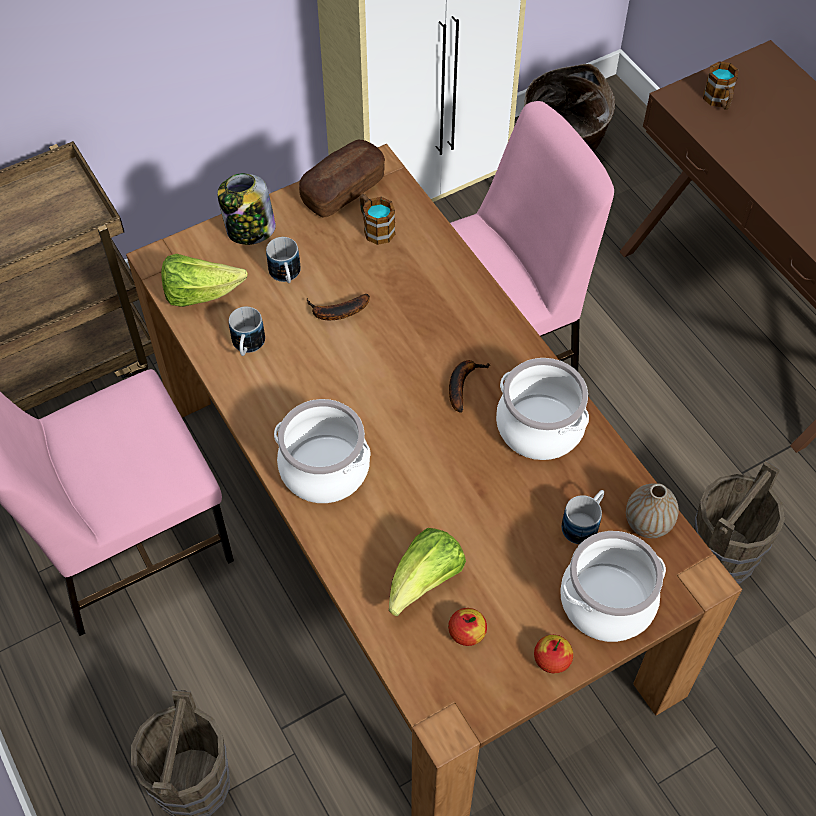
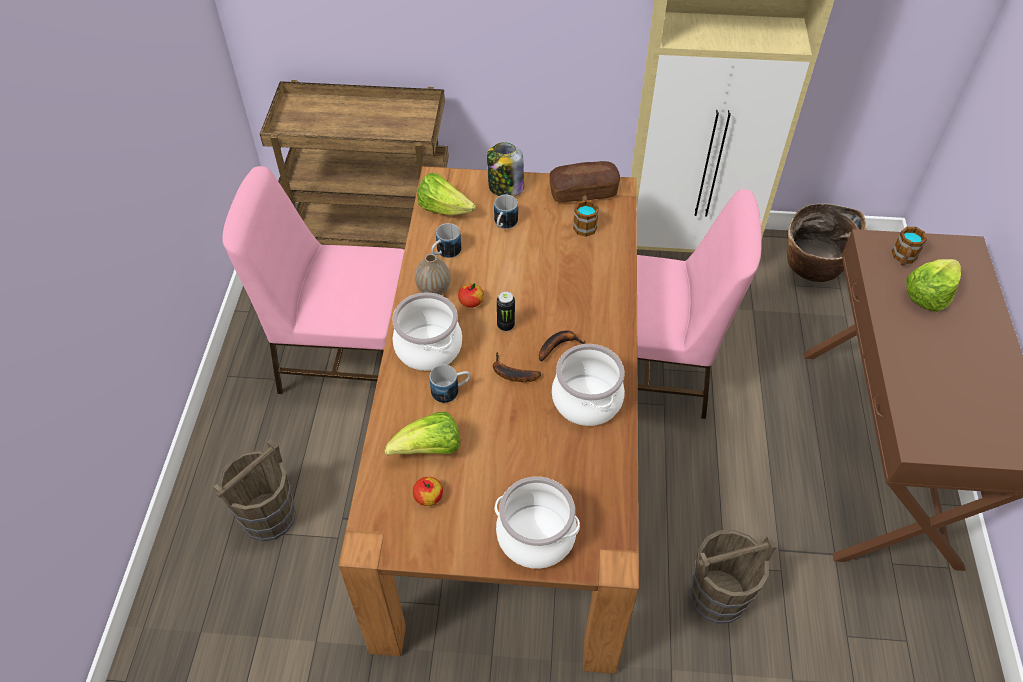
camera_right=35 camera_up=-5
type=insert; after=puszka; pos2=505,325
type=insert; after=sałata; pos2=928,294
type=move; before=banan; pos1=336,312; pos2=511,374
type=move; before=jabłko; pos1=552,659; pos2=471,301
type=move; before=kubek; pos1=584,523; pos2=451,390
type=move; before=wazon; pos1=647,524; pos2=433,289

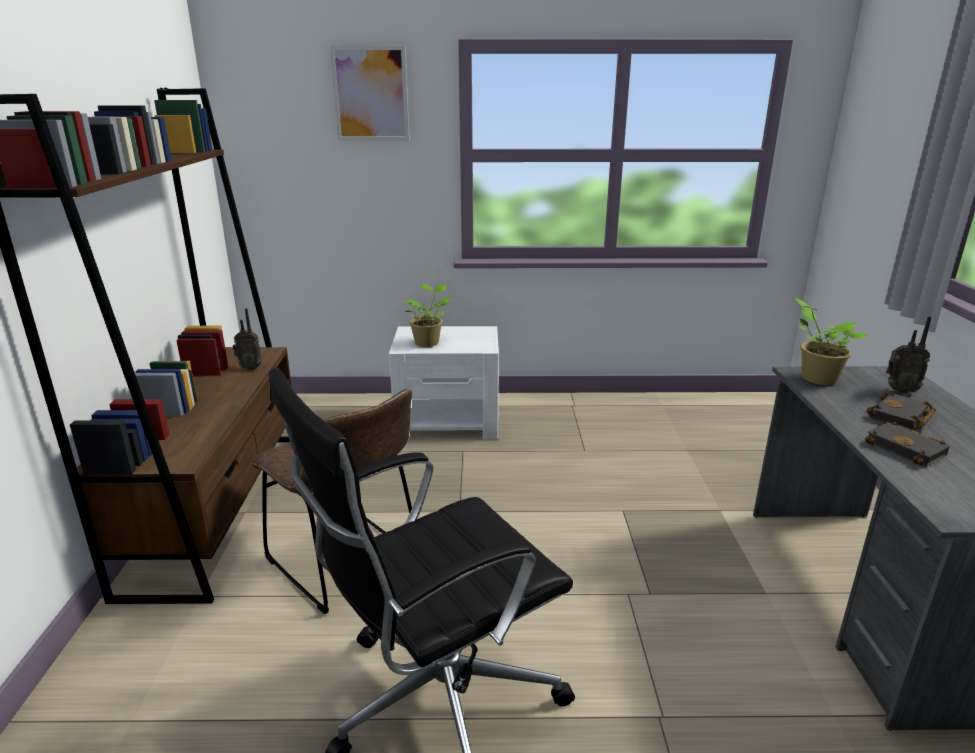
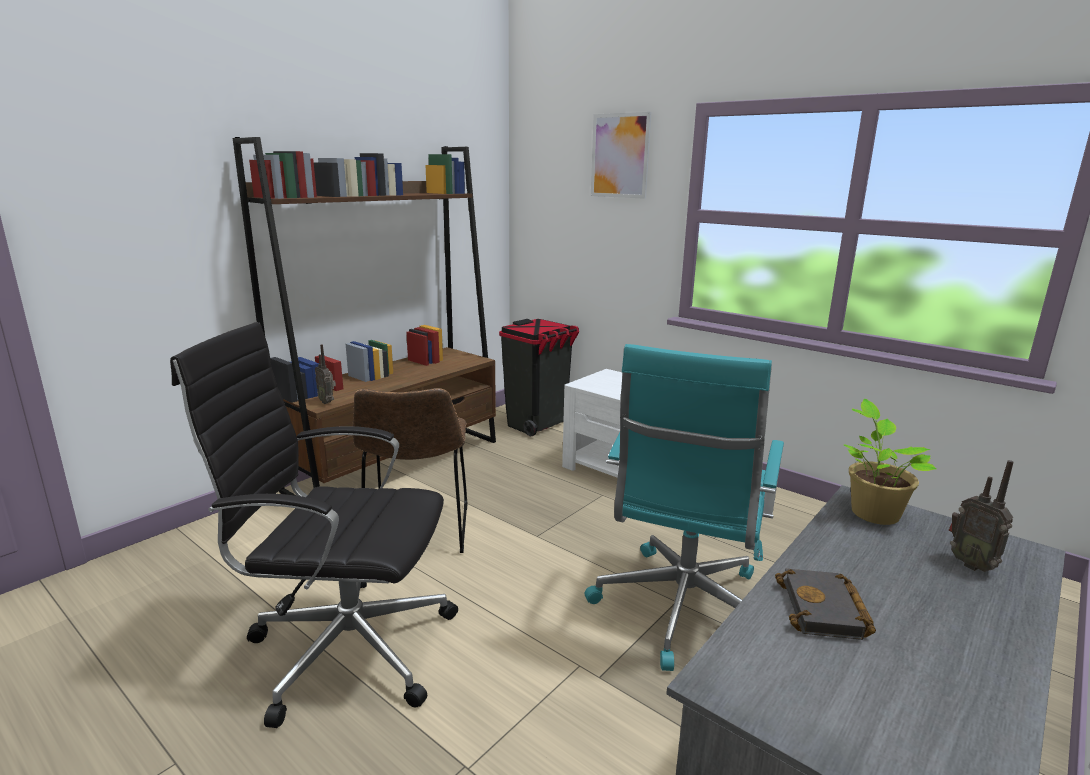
camera_right=40 camera_up=-5
type=delete; before=roślina doniczkowa; pos1=428,342
type=delete; before=książka/czarny; pos1=901,417
type=insert; after=kosz na śmieci/czarny; pos2=538,424
type=insert; after=krzesło biurowe/turkusowy; pos2=681,610
type=move; before=radio; pos1=250,368; pos2=327,402

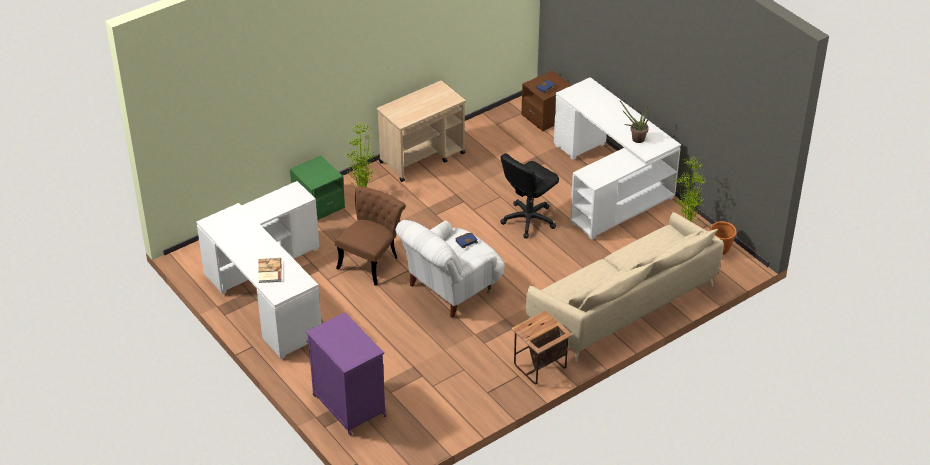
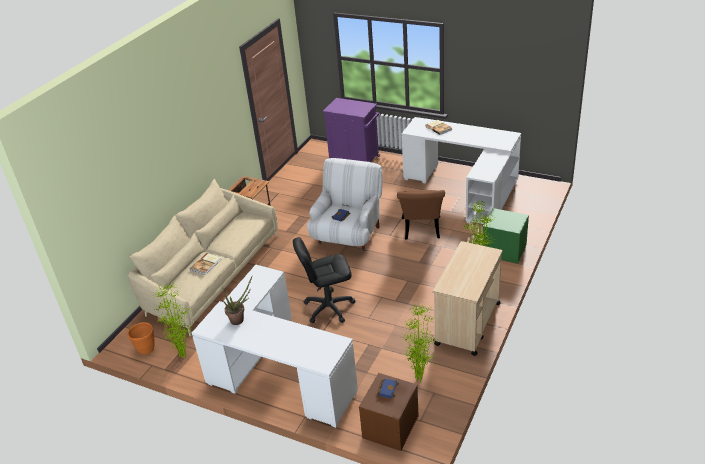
camera_right=155 camera_up=-5
type=insert; after=książka; pos2=206,264
type=insert; after=roślina doniczkowa; pos2=420,379
type=rotate; before=krzesło biurowe/czarny; pos1=528,220; pos2=329,307; turn=-120

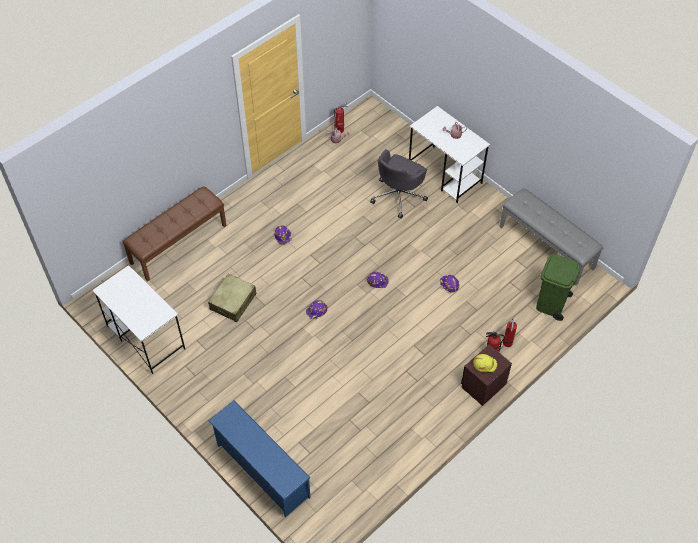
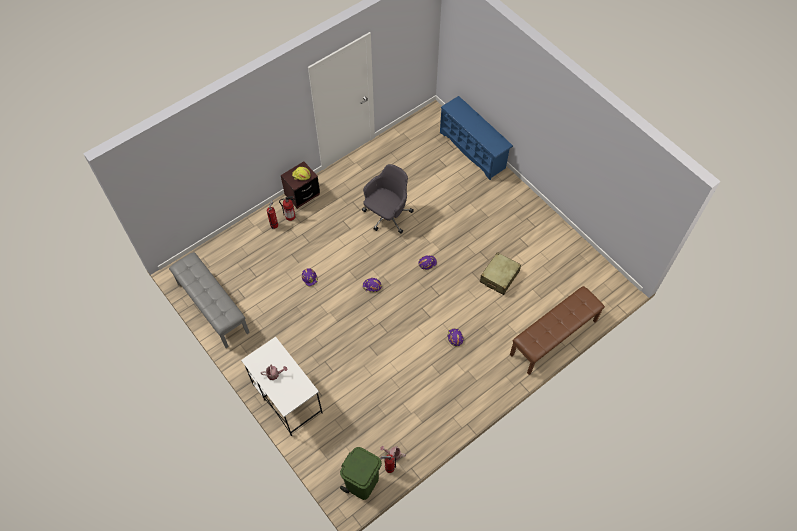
camera_right=-175 camera_up=5
type=delete; before=biurko/biały; pos1=145,337
type=move; before=krzesło biurowe/szary; pos1=398,196; pos2=387,216
type=move; before=kosz na śmieci/zielony; pos1=551,304; pos2=362,482

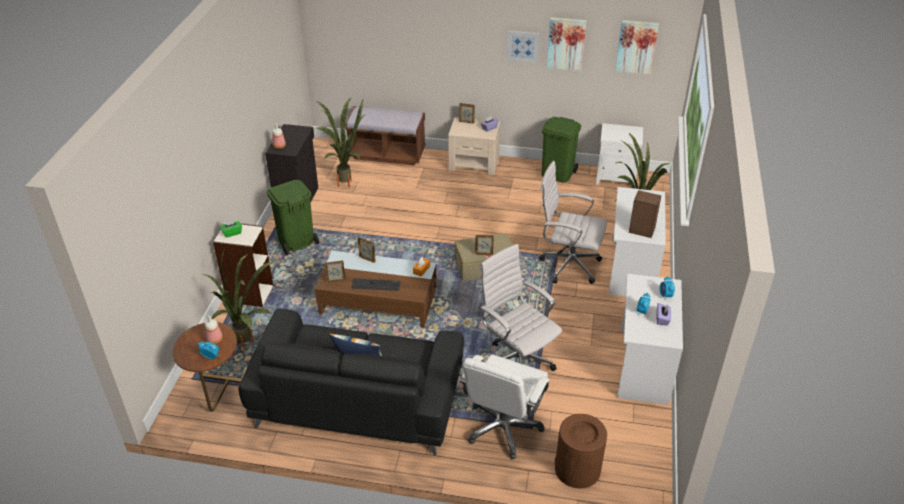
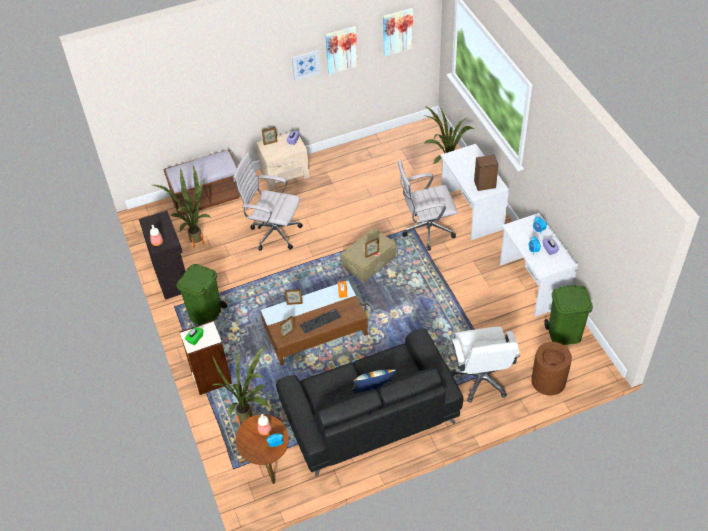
camera_right=-30 camera_up=10
type=delete; before=szafka nocna/biały; pos1=616,177
type=move; before=krzesło biurowe/biały; pos1=516,361; pos2=273,233
type=move; before=kosz na śmieci/zielony; pos1=557,174; pos2=564,334

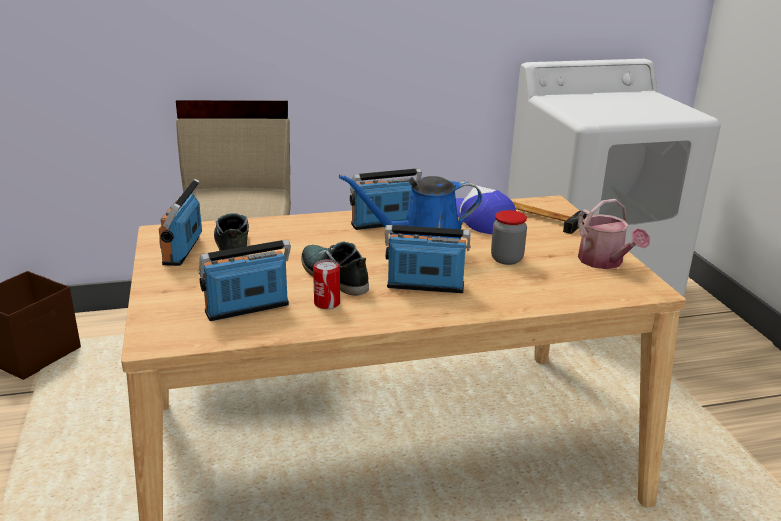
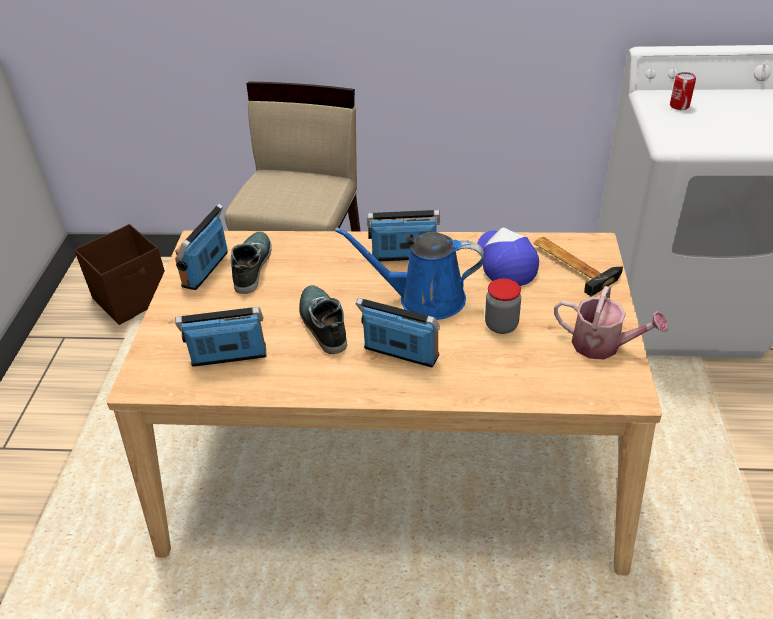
camera_right=20 camera_up=15
type=move; before=puszka; pos1=327,303; pos2=679,106
type=rotate; before=konewka; pos1=604,262; pos2=603,345; turn=-60

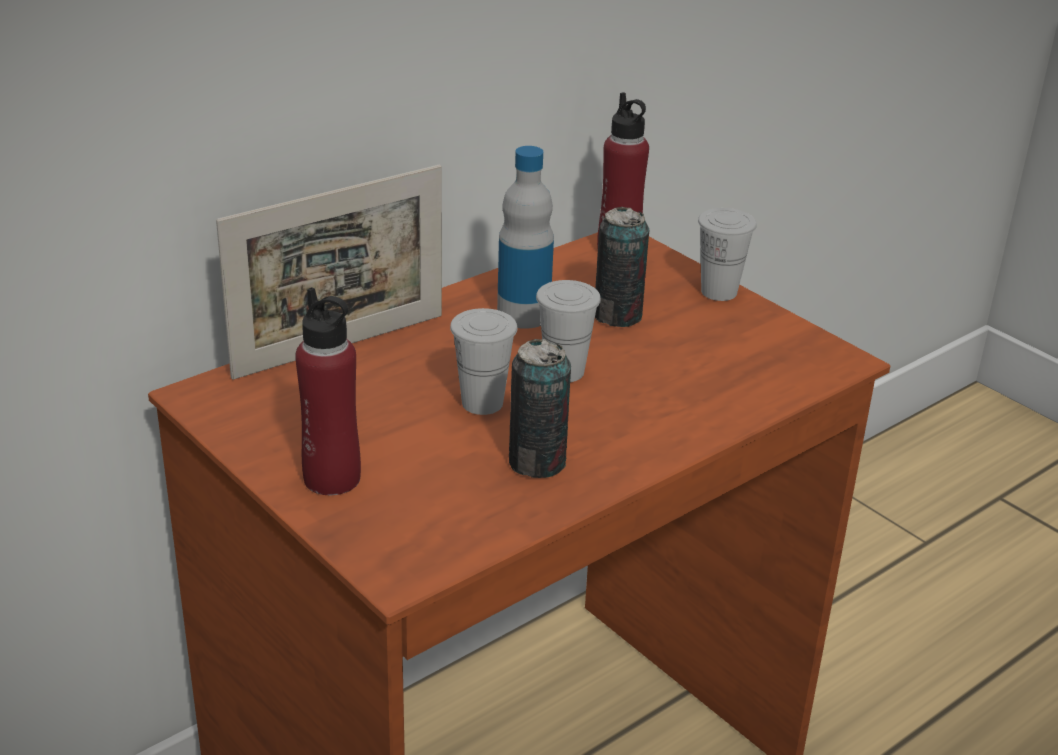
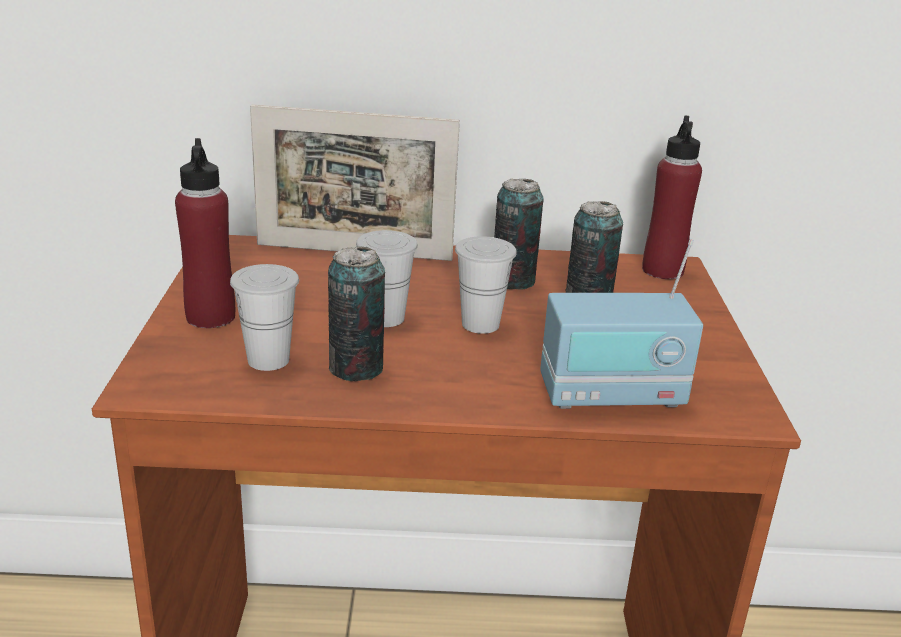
camera_right=40 camera_up=-5
type=insert; after=radio; pos2=611,395
type=move; before=filiżanka/biały; pos1=719,292; pos2=268,360
type=replace; before=butelka; after=puszka; pos1=523,315; pos2=513,281

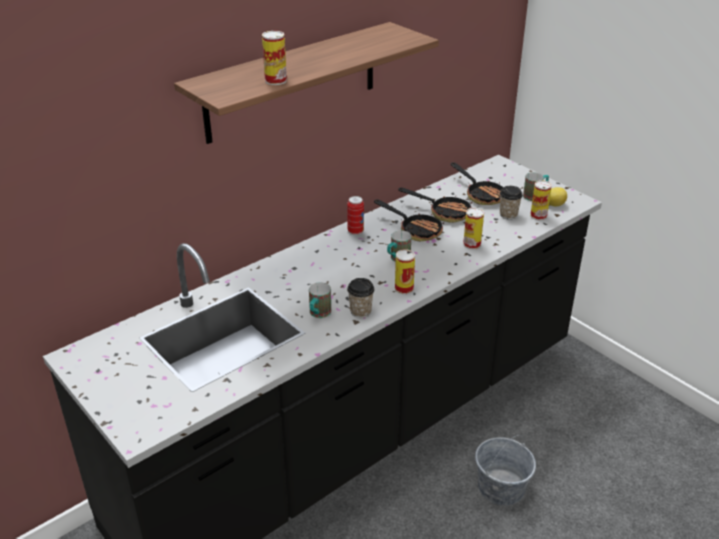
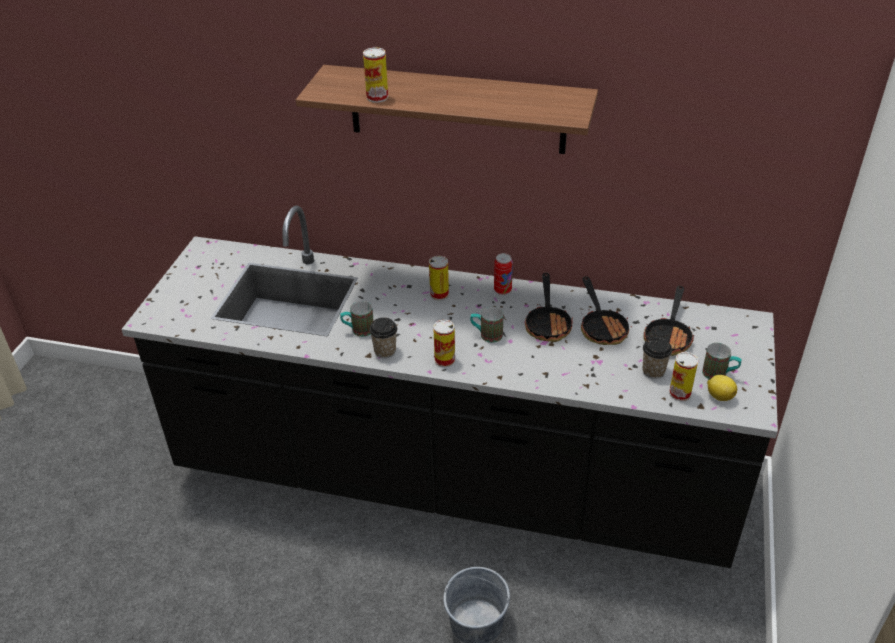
camera_right=55 camera_up=5
type=move; before=puszka; pos1=472,244; pos2=439,294

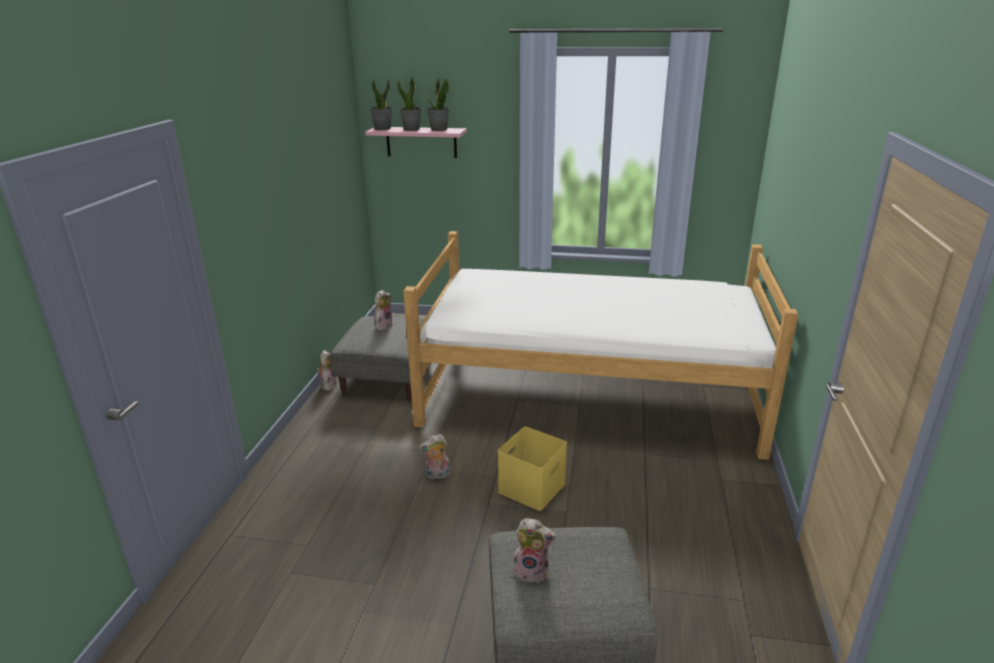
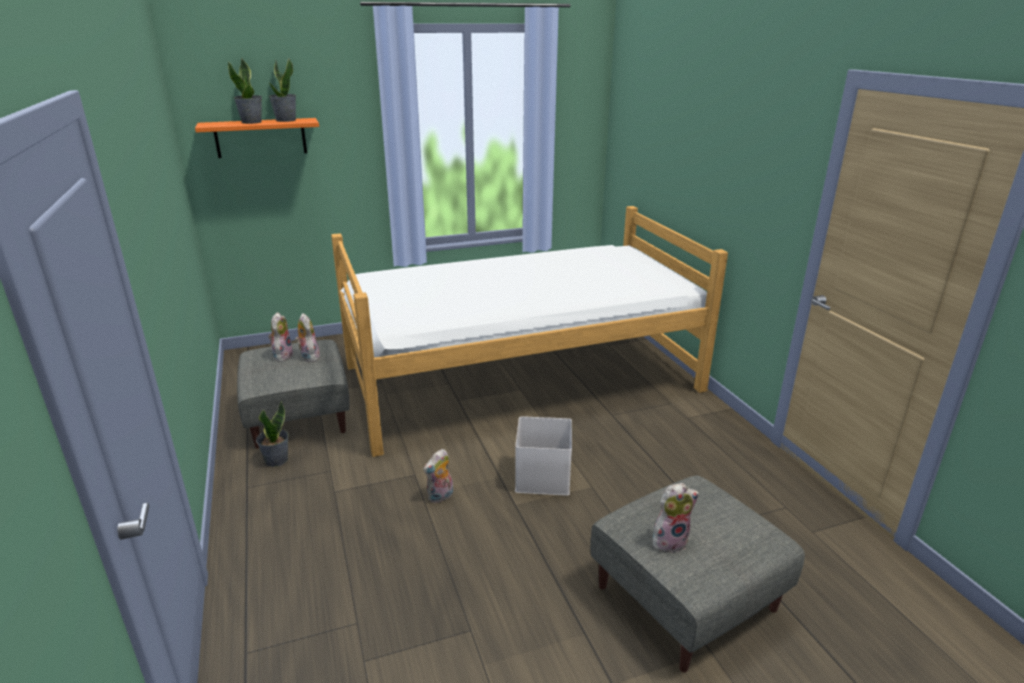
camera_right=-30 camera_up=0
type=move; before=pluszak; pos1=328,385; pos2=308,357
type=move; before=roślina doniczkowa; pos1=382,129; pos2=276,460
type=recolor; before=półka/różowy; after=półka/pomarańczowy; pos1=421,142; pos2=260,137
type=recolor; before=pojemnik do przechowywania/żółty; after=pojemnik do przechowywania/biały; pos1=532,488; pos2=544,477

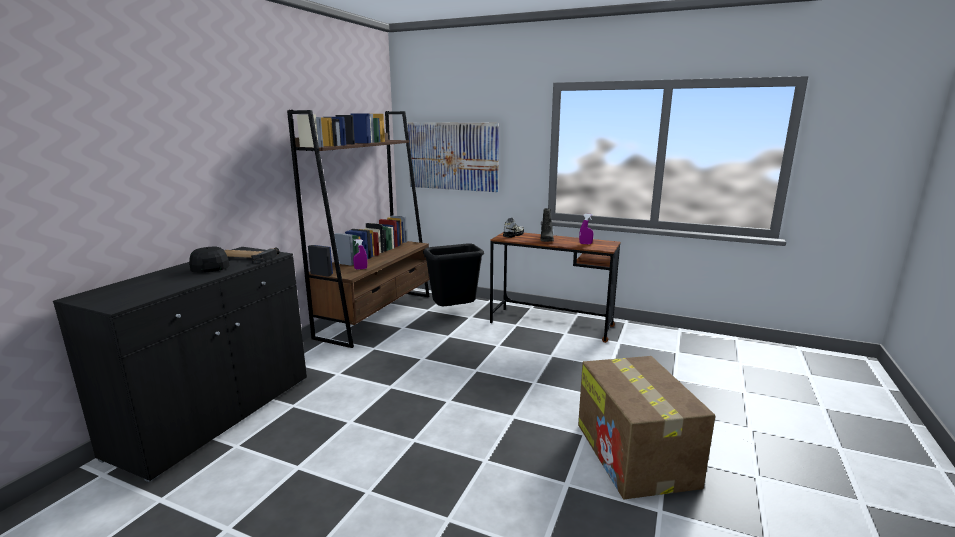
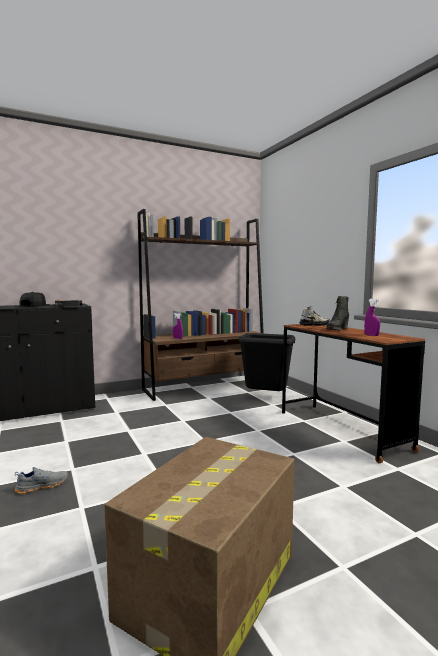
camera_right=40 camera_up=-10
type=delete; before=obraz; pos1=452,156
type=insert; after=but/szary; pos2=42,486

